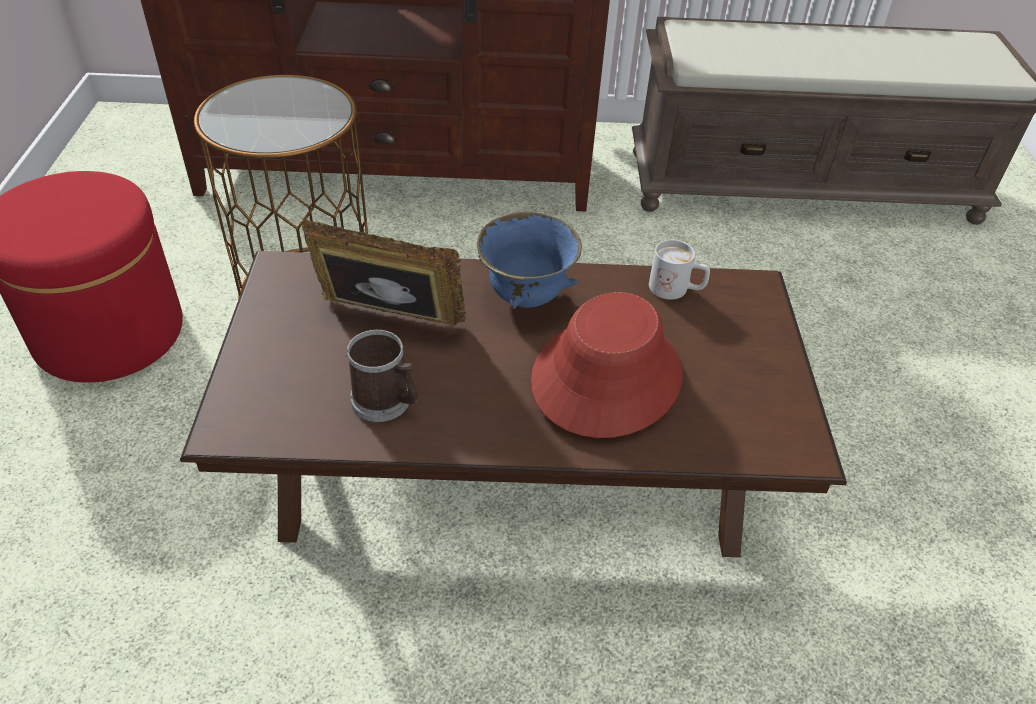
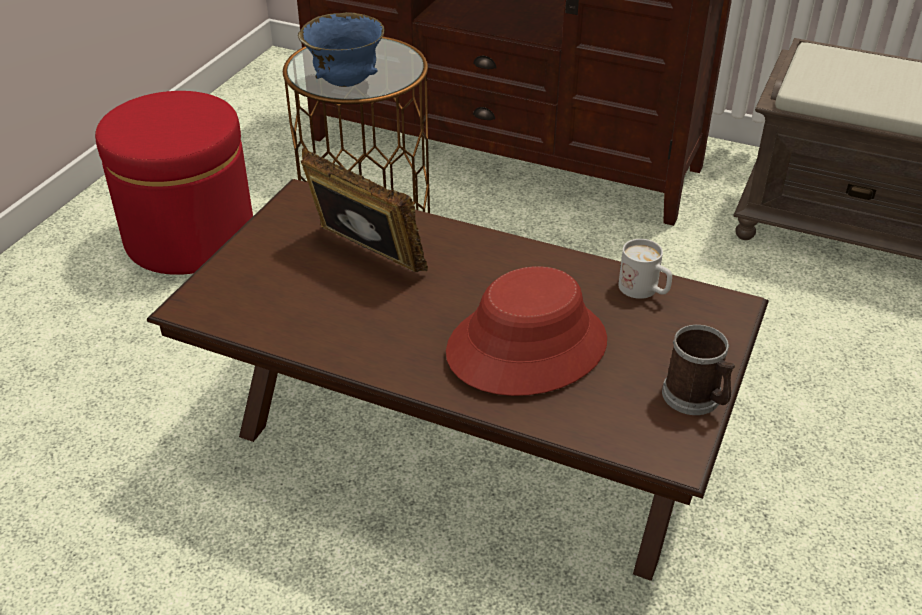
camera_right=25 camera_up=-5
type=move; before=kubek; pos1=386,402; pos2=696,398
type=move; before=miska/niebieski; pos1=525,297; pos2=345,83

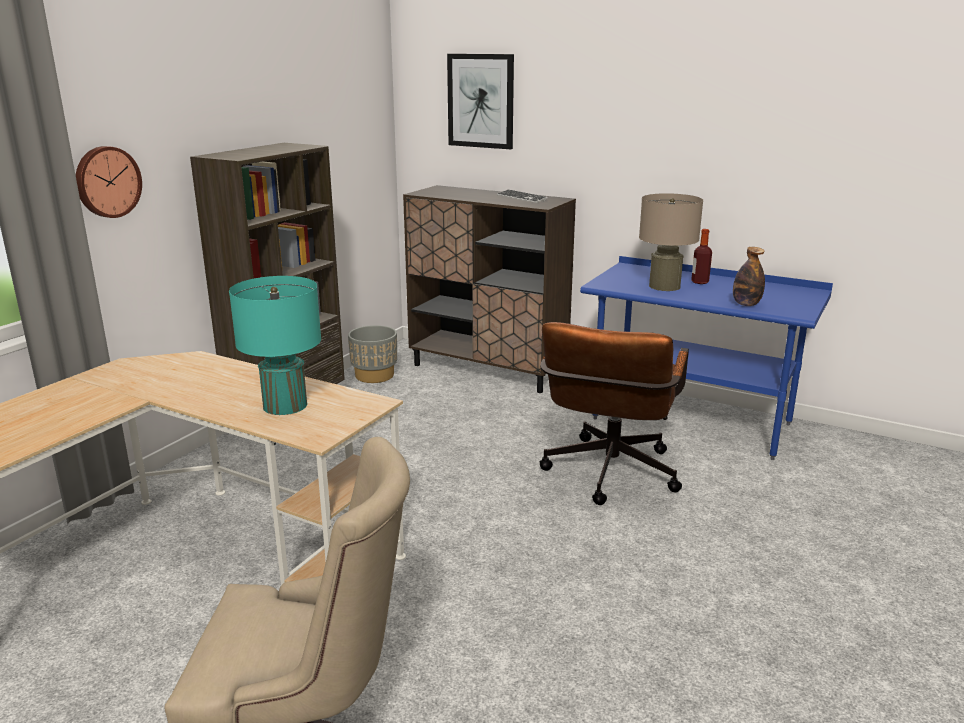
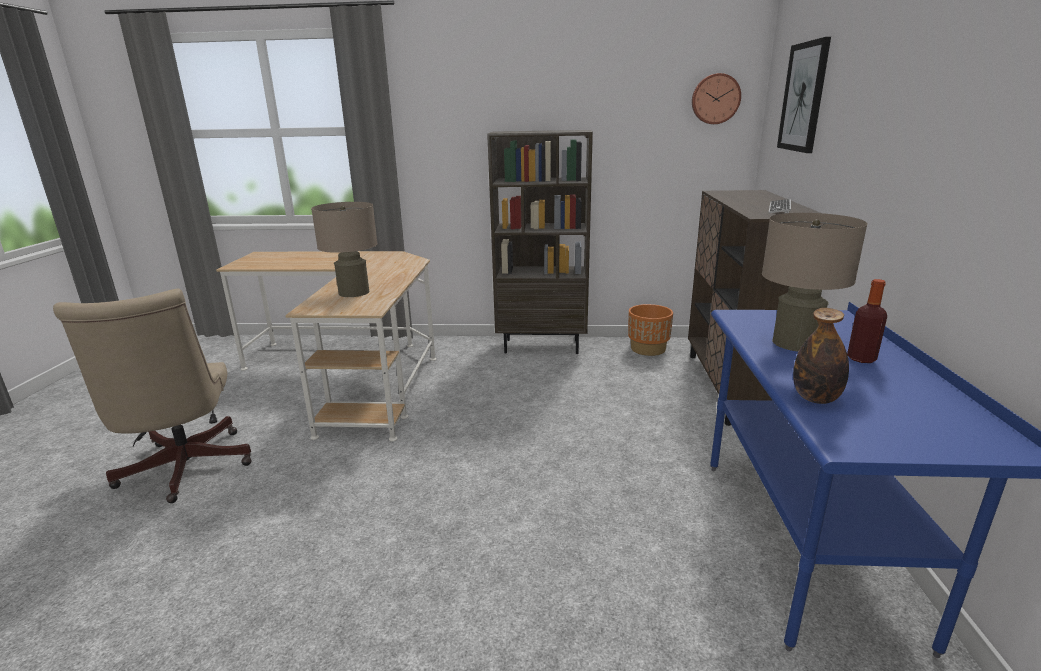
camera_right=65 camera_up=0
type=delete; before=krzesło biurowe/brązowy; pos1=608,477
type=move; before=zegar ścienny; pos1=107,182; pos2=715,99
type=recolor; before=lampa stołowa/turkusowy; after=lampa stołowa/beżowy; pos1=285,405; pos2=354,292
type=recolor; before=donica/szary; after=donica/pomarańczowy; pos1=374,376; pos2=648,349

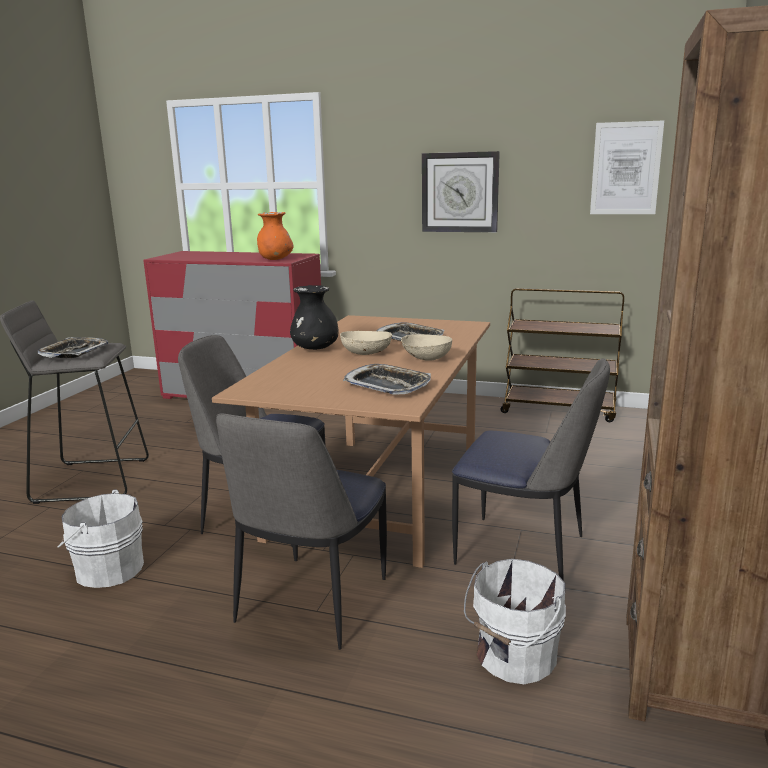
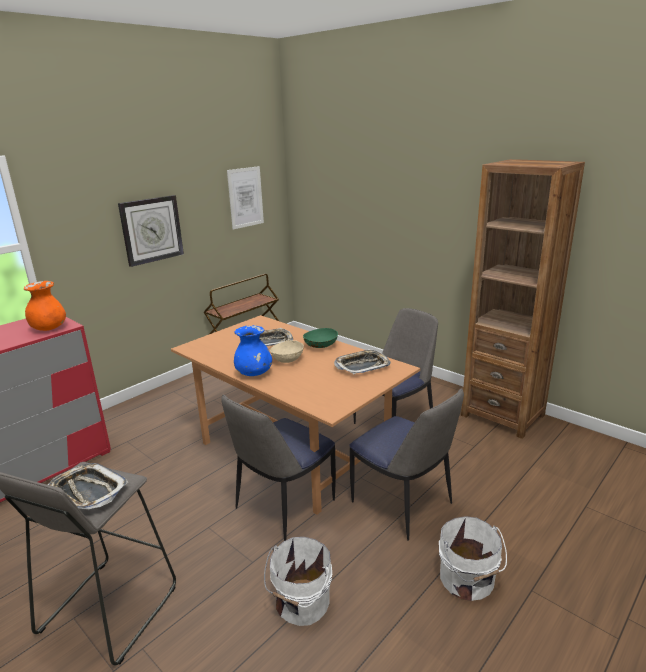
camera_right=-65 camera_up=5
type=move; before=wiadro/biały; pos1=513,657; pos2=467,581
type=recolor; before=wazon/czarny; after=wazon/niebieski; pos1=315,349; pos2=254,373
type=recolor; before=miska/beżowy; after=miska/zielony; pos1=425,359; pos2=320,346

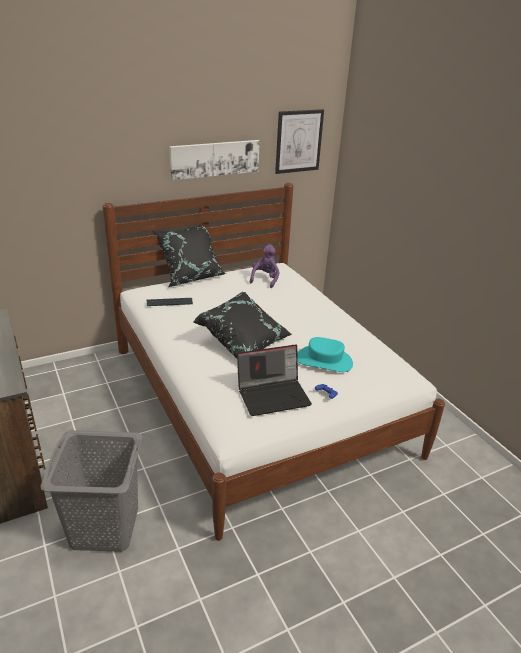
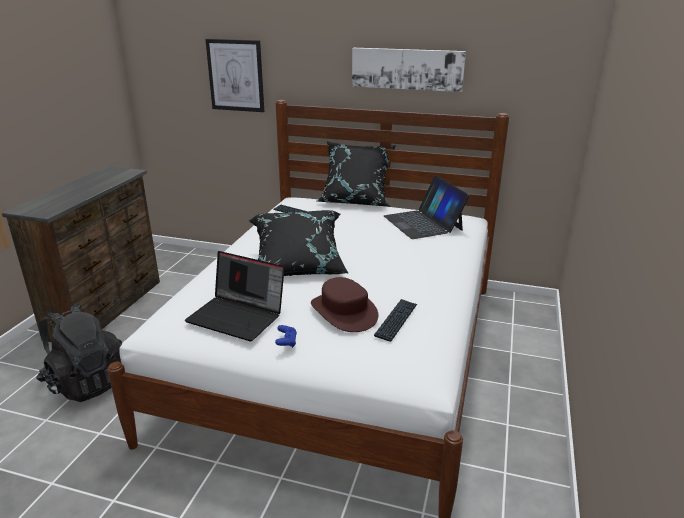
camera_right=45 camera_up=-5
type=insert; after=klawiatura; pos2=396,320
type=move; before=obraz; pos1=298,141; pos2=236,75
type=replace; before=kosz na pranie/szary; after=plecak/czarny; pos1=104,526; pos2=86,382
type=replace; before=pluszak/fioletowy; after=laptop; pos1=265,279; pos2=423,223
type=recolor; before=kapelusz/turkusowy; after=kapelusz/brązowy; pos1=324,360; pos2=344,312

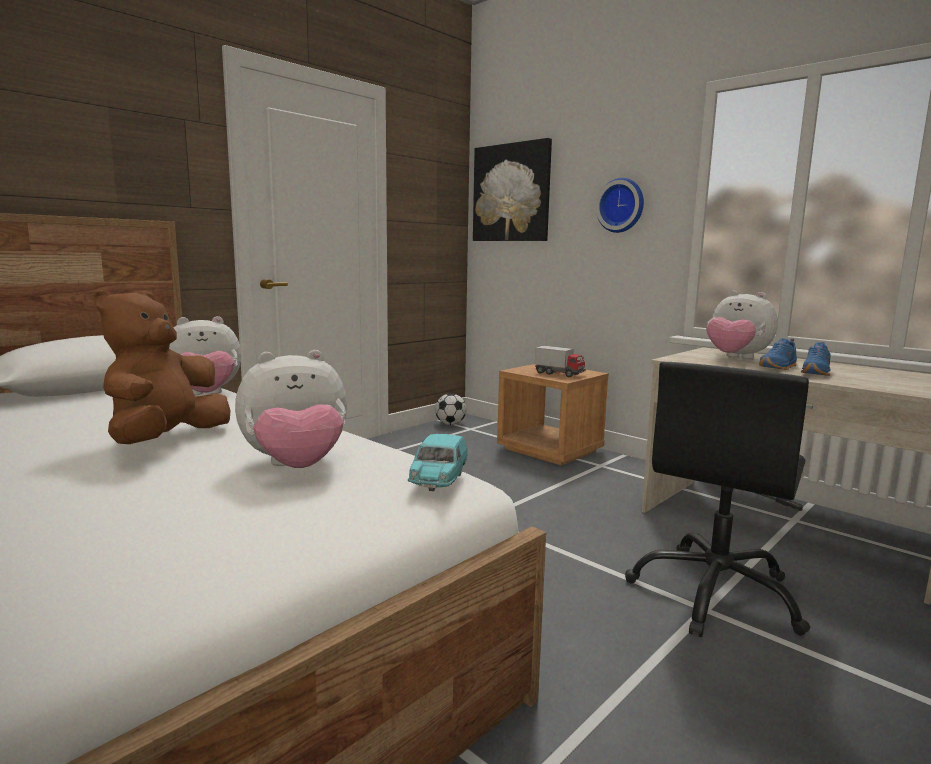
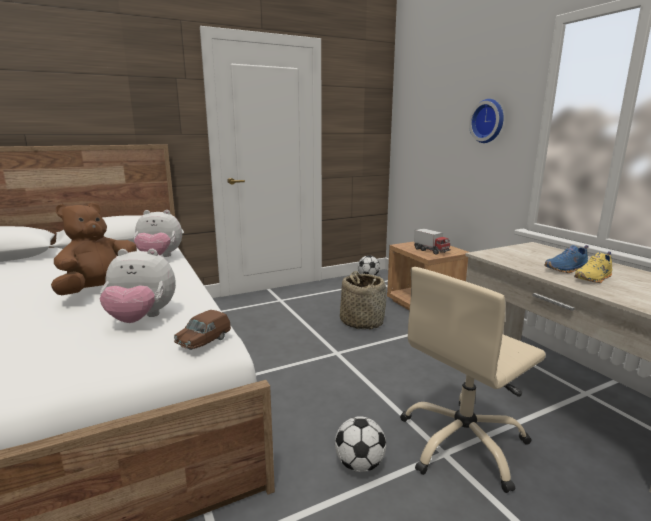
camera_right=20 camera_up=5
type=delete; before=obraz; pos1=512,193
type=delete; before=pluszak; pos1=736,358
type=insert; after=piłka futbolowa; pos2=359,464
type=insert; after=koszyk; pos2=361,322
type=recolor; before=samochodzik/turkusowy; after=samochodzik/brązowy; pos1=438,481; pos2=203,342
type=recolor; before=krzesło biurowe/czarny; after=krzesło biurowe/beżowy; pos1=716,594; pos2=463,443
type=recolor; before=but/niebieski; after=but/żółty; pos1=817,373; pos2=594,278

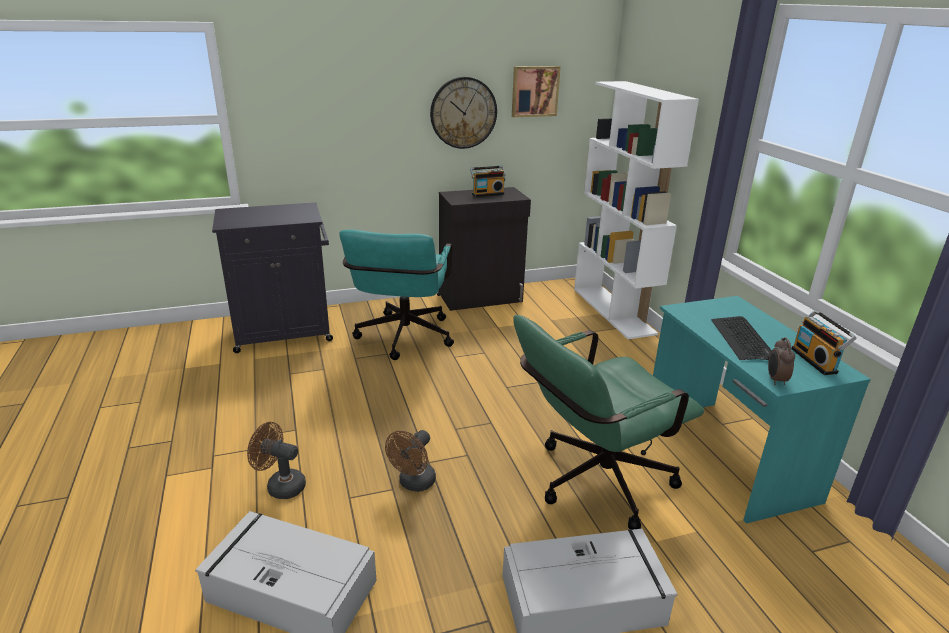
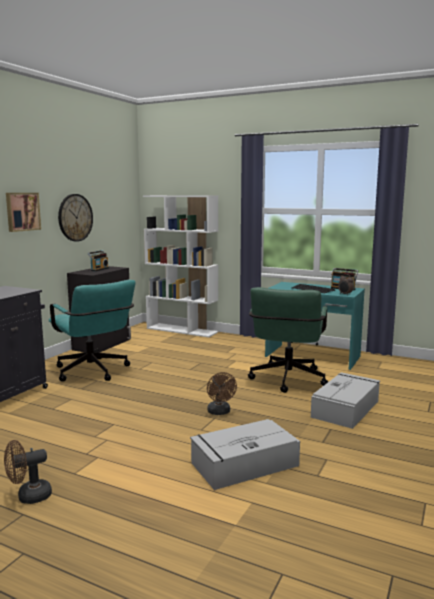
camera_right=-45 camera_up=-15
type=move; before=wentylator/brązowy; pos1=280,485; pos2=29,497
type=move; before=obraz; pos1=534,91; pos2=22,211

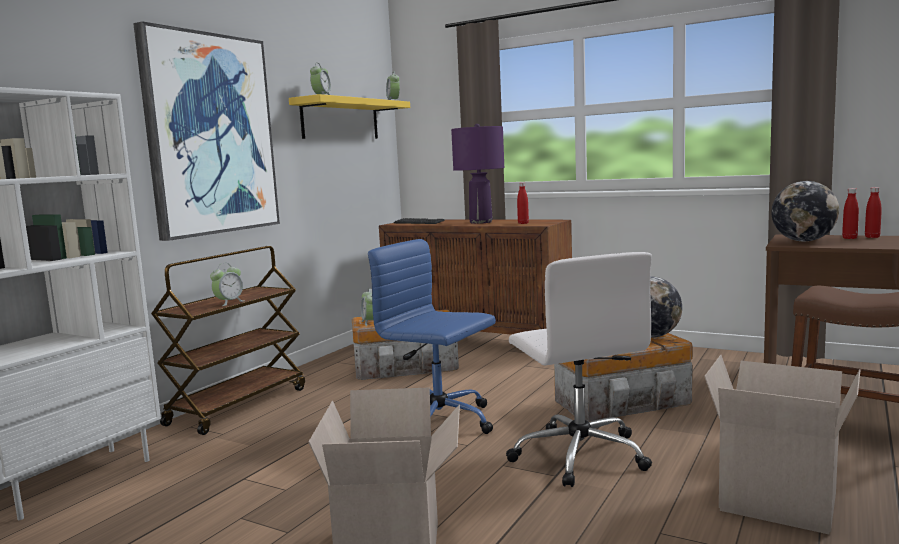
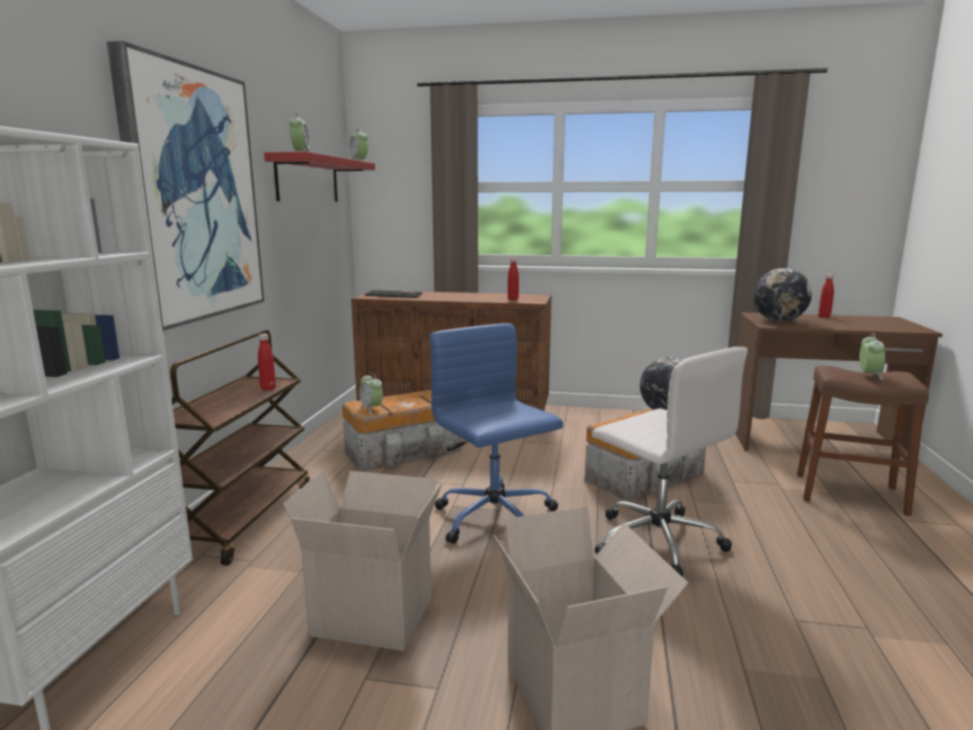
camera_right=-20 camera_up=5
type=delete; before=lampa stołowa/fioletowy; pos1=480,222
type=move; before=budzik; pos1=229,302; pos2=869,375
type=move; before=karton; pos1=780,501; pos2=376,613
type=move; before=butelka/czerwony; pos1=849,238; pos2=268,389
type=recolor; before=półka/żółty; after=półka/czerwony; pos1=340,120; pos2=308,180
type=rotate; before=krzesło biurowe/niebieski; pos1=441,423; pos2=495,518; turn=45

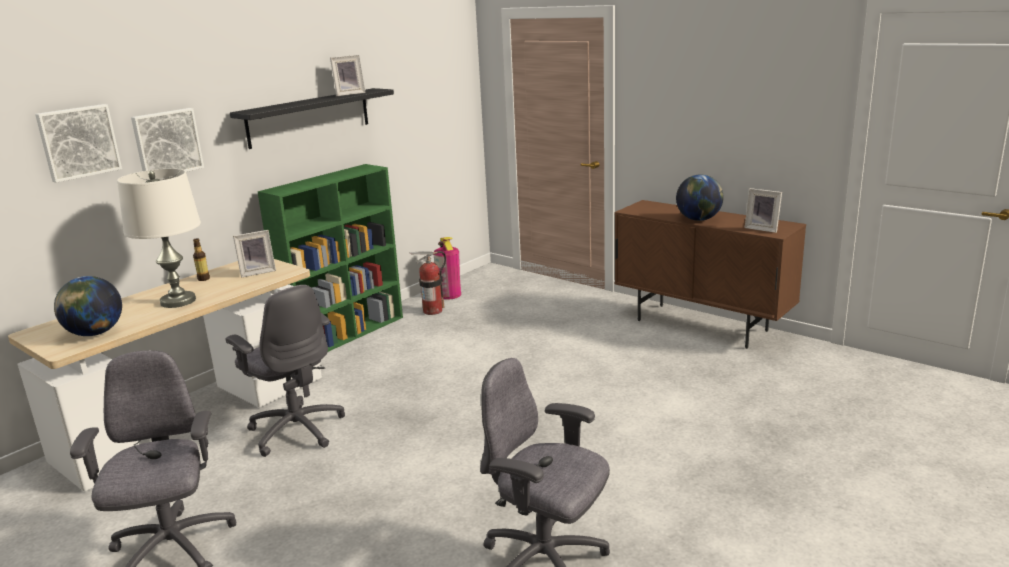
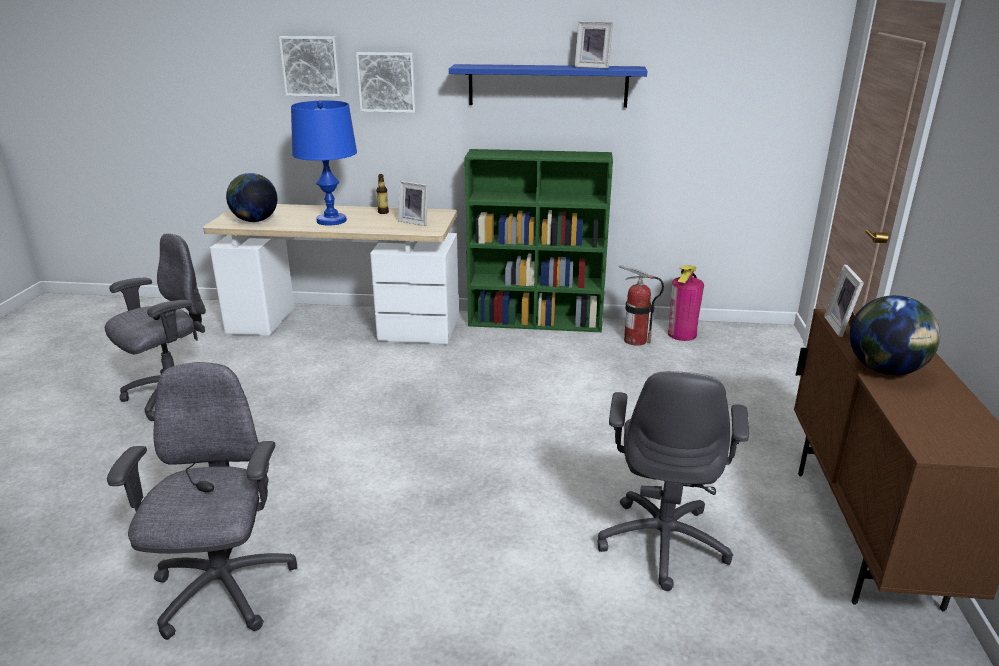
camera_right=55 camera_up=5
type=move; before=krzesło biurowe/szary; pos1=296,430; pos2=663,541
type=move; before=ramka na zdjęcie; pos1=762,228; pos2=842,327
type=recolor; before=lampa stołowa/biały; after=lampa stołowa/niebieski; pos1=178,301; pos2=331,221
type=recolor; before=półka/czarny; after=półka/niebieski; pos1=309,117; pos2=547,85

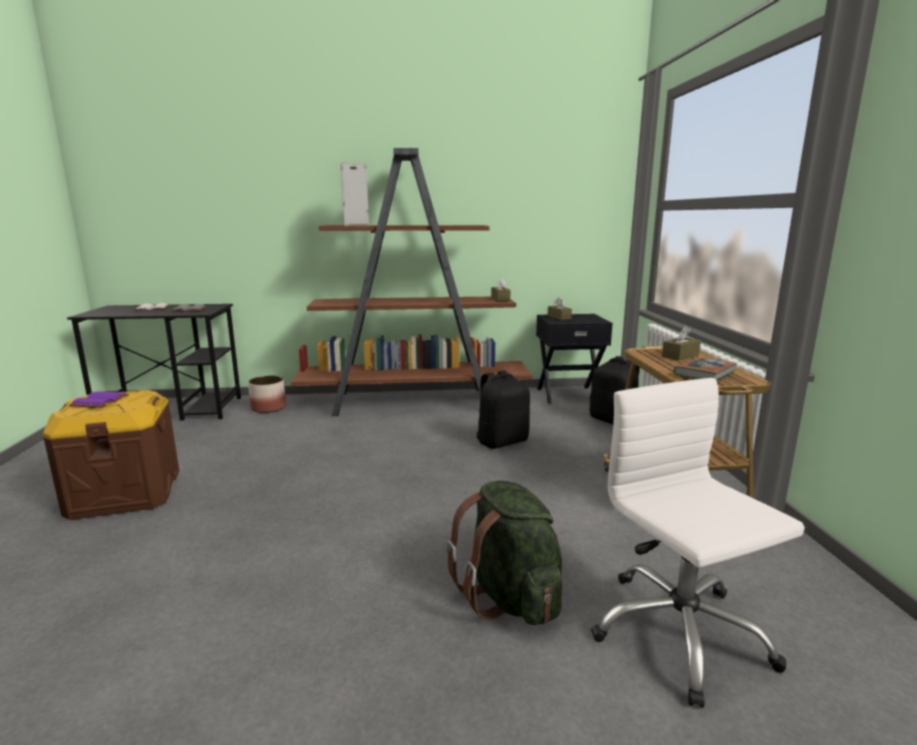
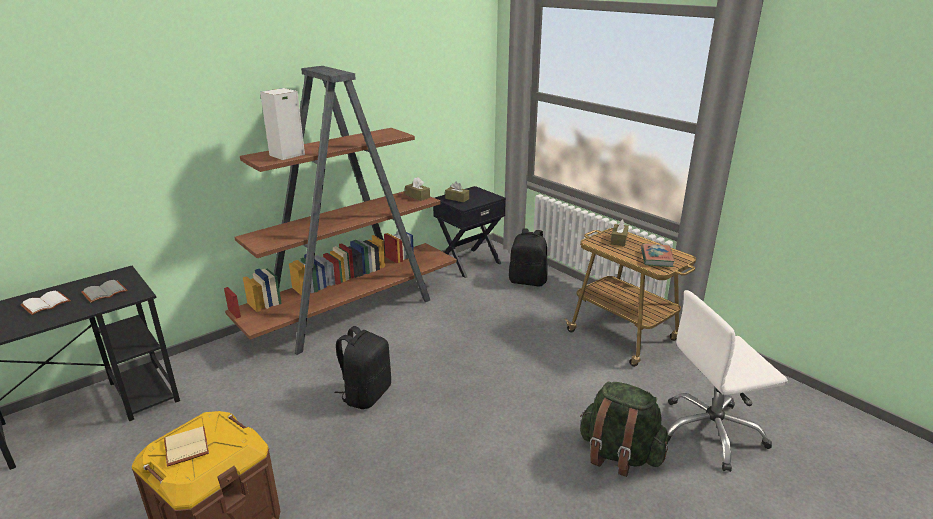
camera_right=-35 camera_up=10
type=delete; before=donica; pos1=268,408
type=move; before=plecak/czarny; pos1=502,441; pos2=366,394
type=recolor; before=książka/fioletowy; after=książka/beżowy; pos1=99,401; pos2=185,447
type=rotate; before=krzesło biurowe/biały; pos1=678,632; pos2=711,432; turn=-45

